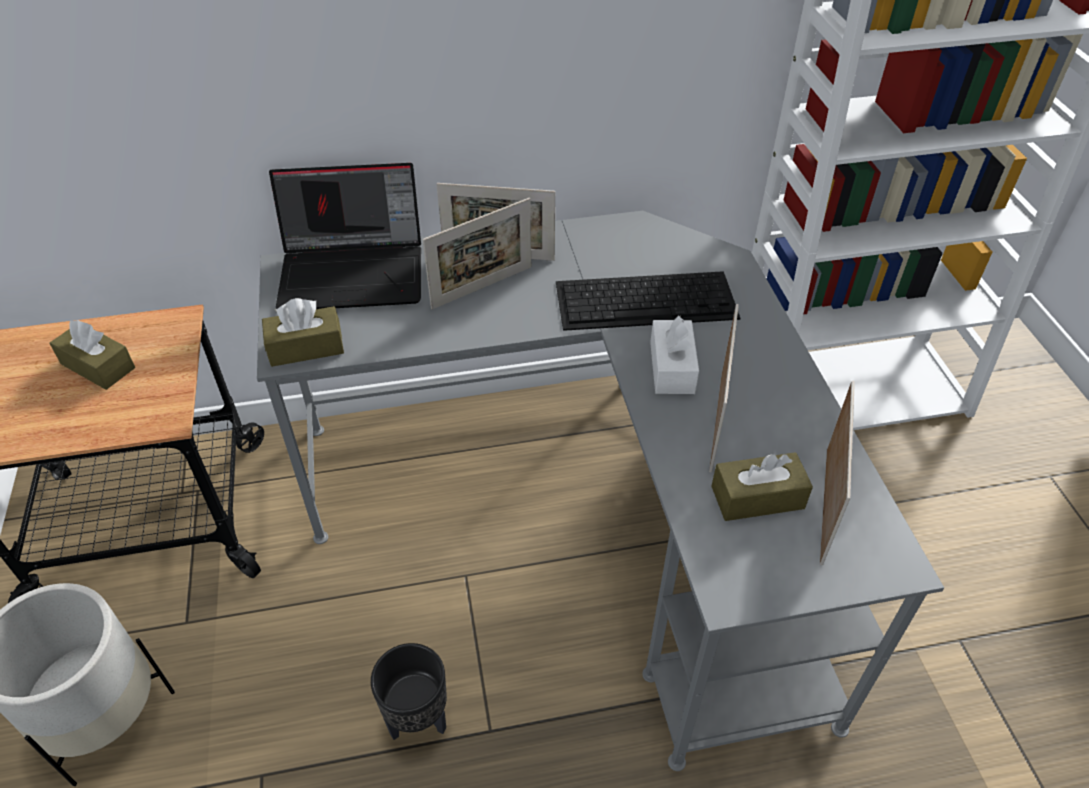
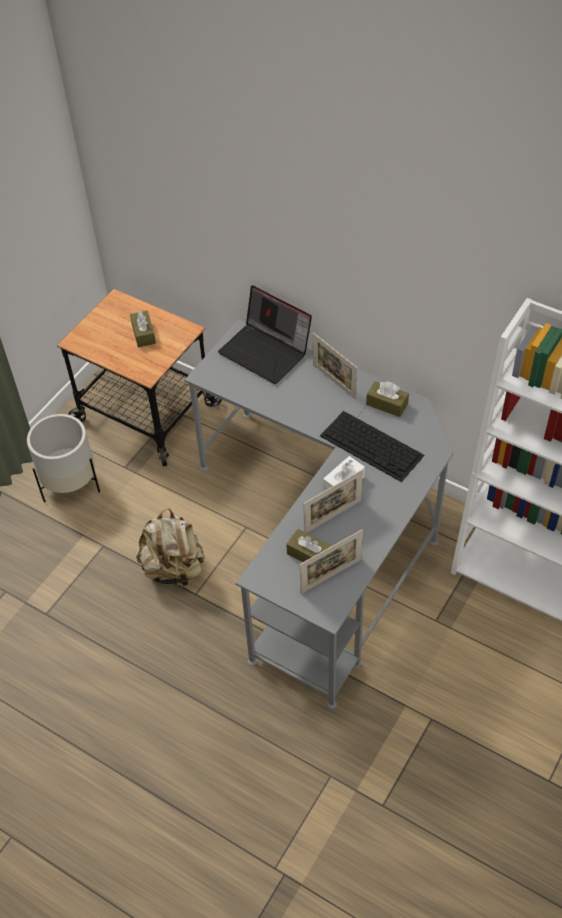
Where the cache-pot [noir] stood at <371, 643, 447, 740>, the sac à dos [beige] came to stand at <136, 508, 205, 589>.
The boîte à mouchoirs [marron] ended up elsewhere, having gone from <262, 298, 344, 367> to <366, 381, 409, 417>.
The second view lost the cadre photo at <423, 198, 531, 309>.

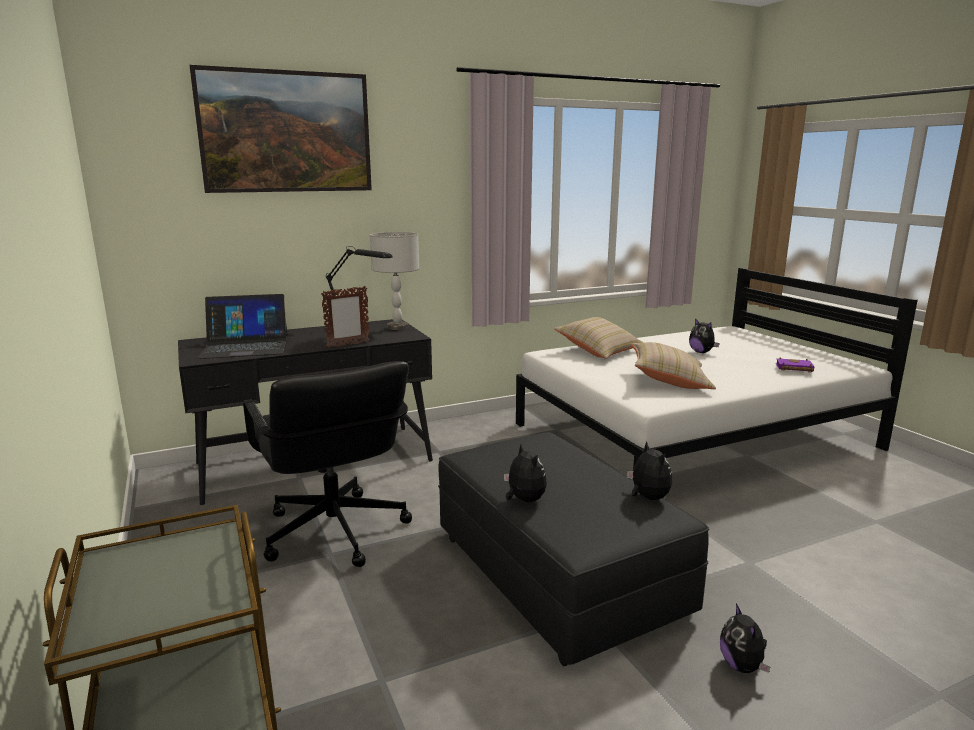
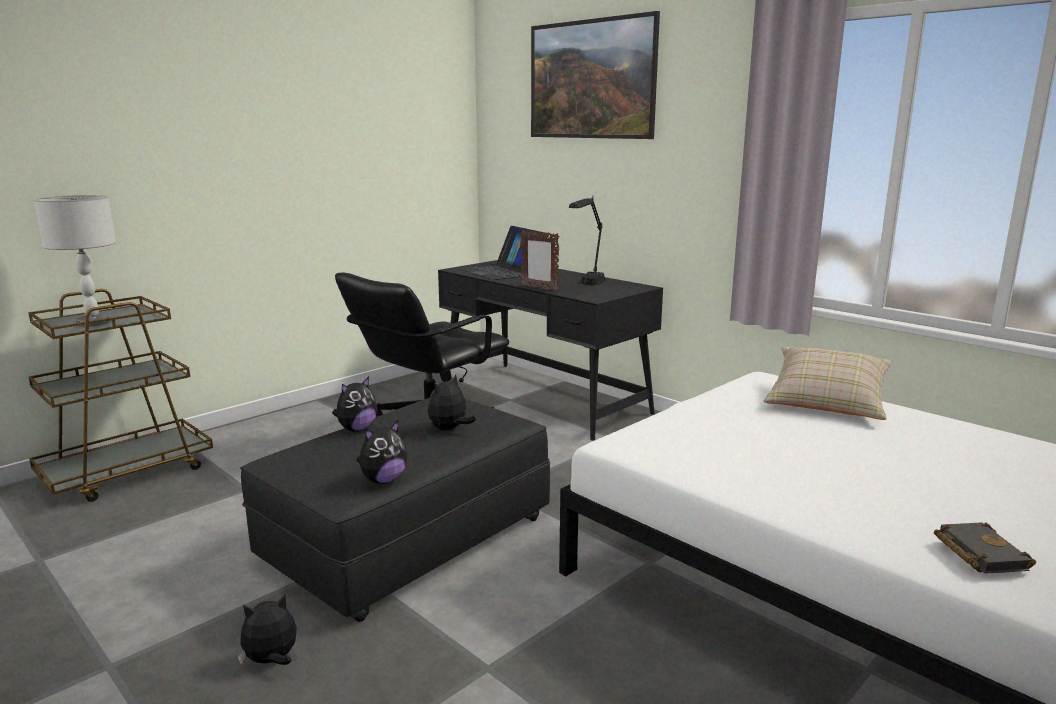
The lampe de table [gris] ended up elsewhere, having gone from <370, 232, 419, 330> to <34, 195, 116, 327>.
The peluche ended up elsewhere, having gone from <689, 318, 720, 353> to <428, 375, 476, 431>.
What was the livre [violet] at <776, 357, 814, 372> turned into the livre [noir] at <934, 522, 1036, 574>.
The second view lost the coussin [beige] at <632, 342, 716, 389>.

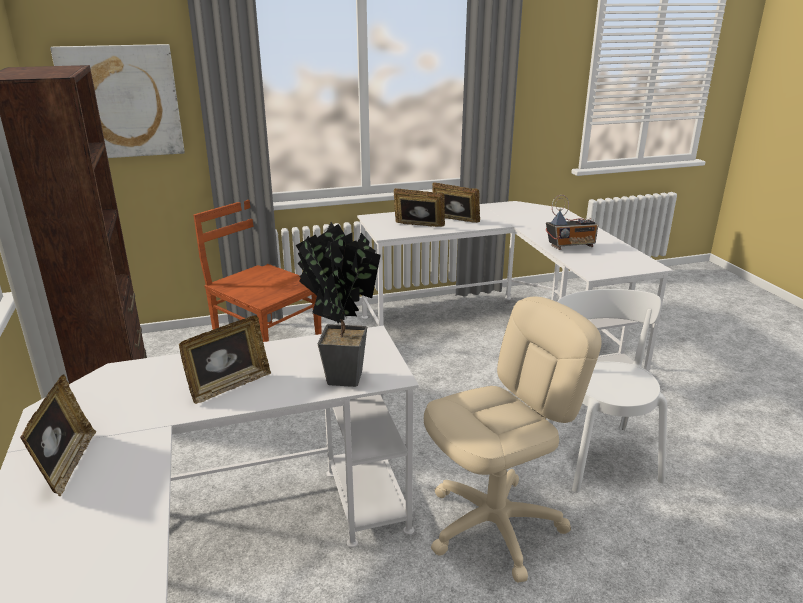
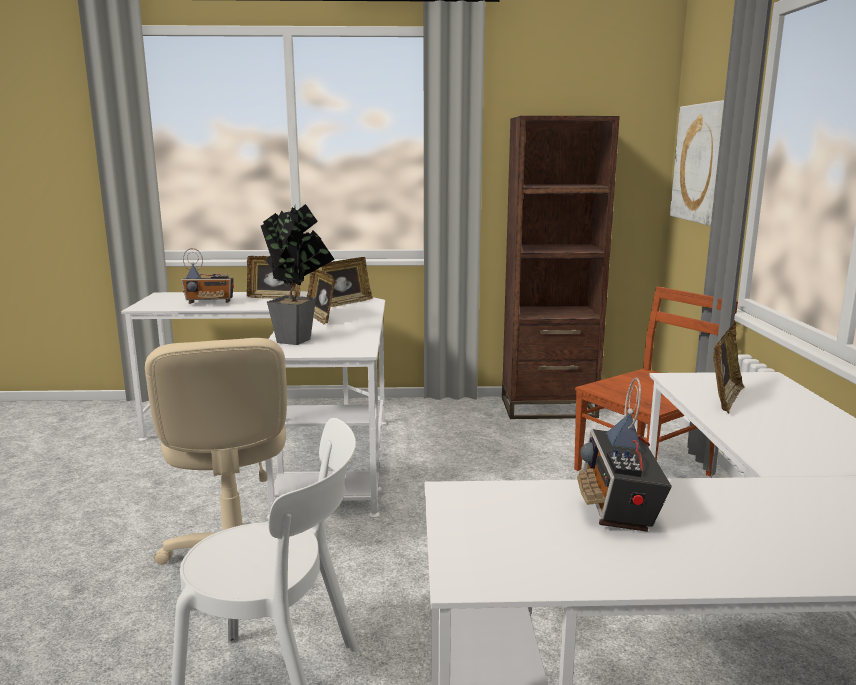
The second view gained the radio at <181, 248, 234, 304>.
The cadre photo ended up elsewhere, having gone from <432, 182, 480, 223> to <322, 257, 373, 307>.

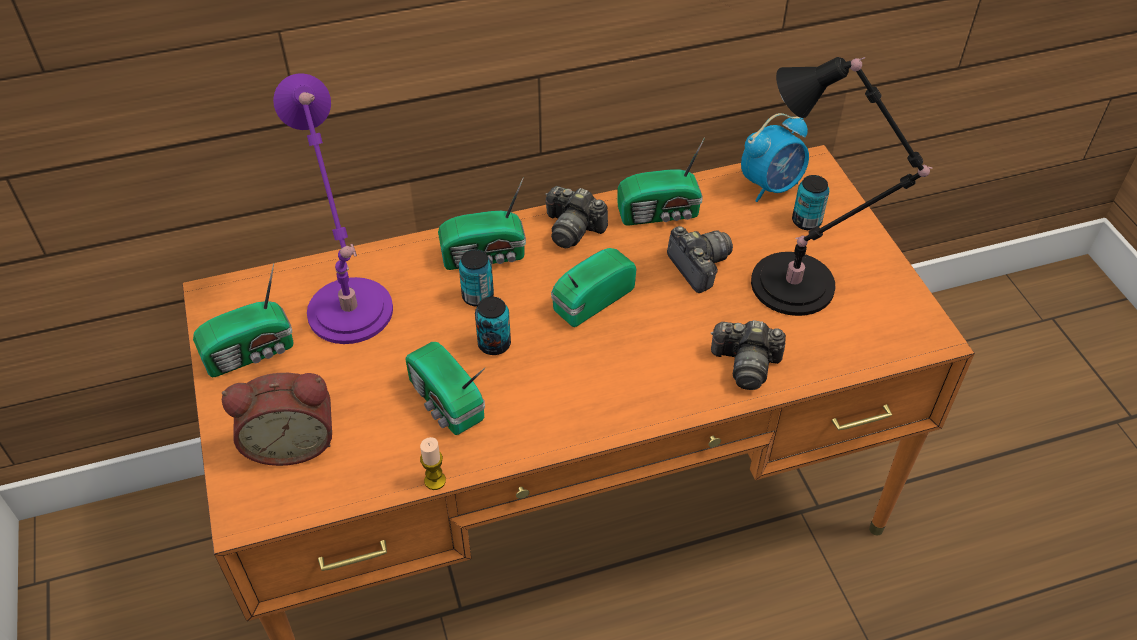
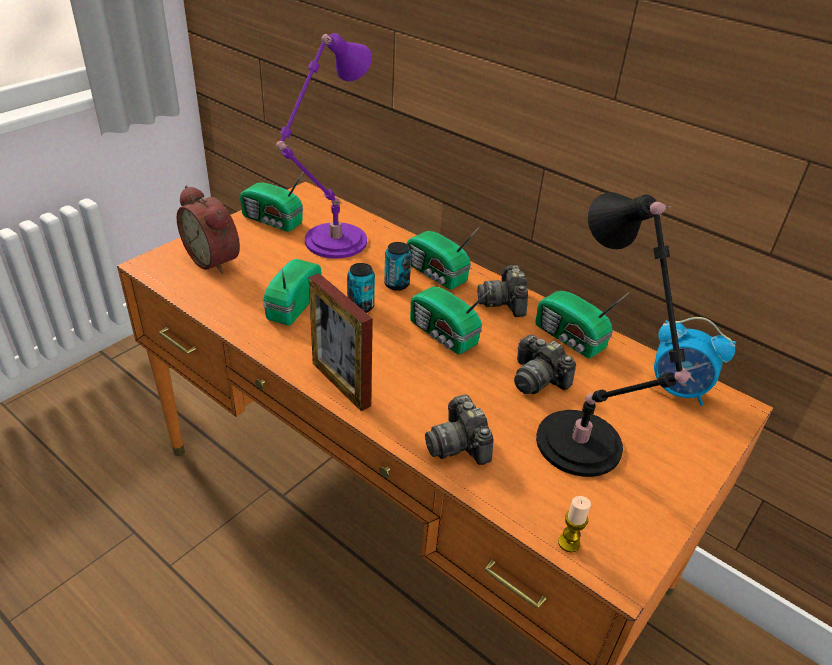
The second view gained the cadre photo at <309, 273, 373, 411>.
The radio at <551, 248, 636, 327> ended up facing another way, 150 degrees counterclockwise from before.
The appareil photo at <667, 226, 733, 293> ended up facing another way, 105 degrees clockwise from before.
The bougie ended up elsewhere, having gone from <420, 437, 446, 490> to <558, 496, 591, 552>.
The second view lost the boîte métallique at <792, 175, 829, 230>.

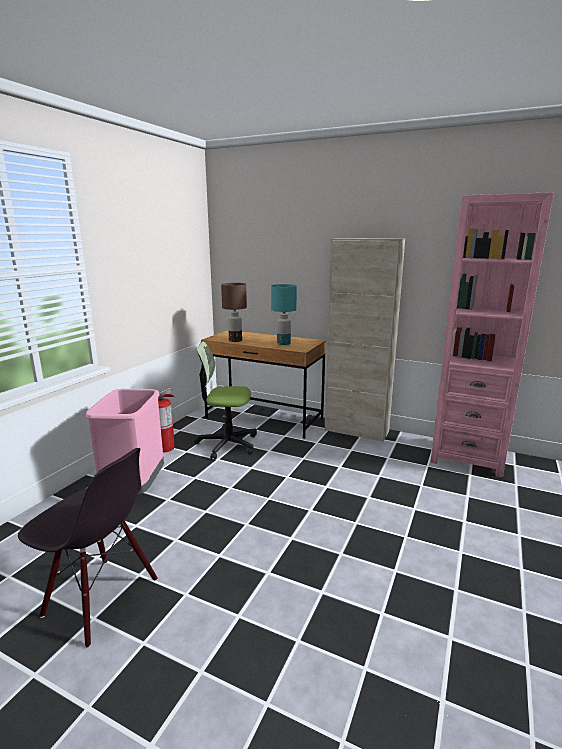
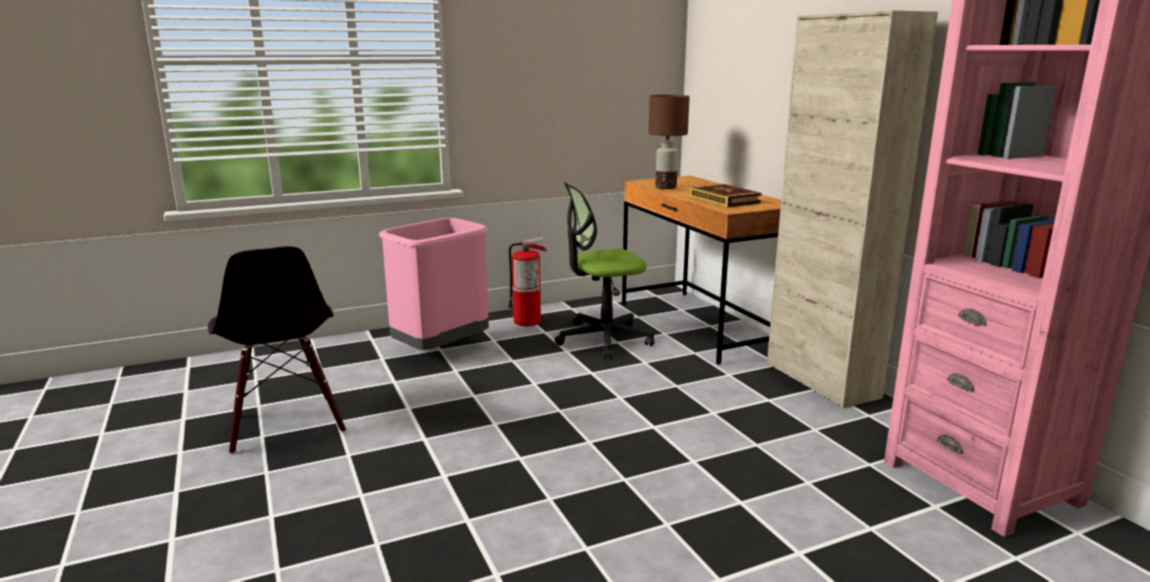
The chaise de bureau at <194, 341, 257, 459> ended up facing another way, 60 degrees counterclockwise from before.
Where the lampe de table [turquoise] stood at <271, 284, 297, 345>, the livre came to stand at <690, 184, 762, 207>.

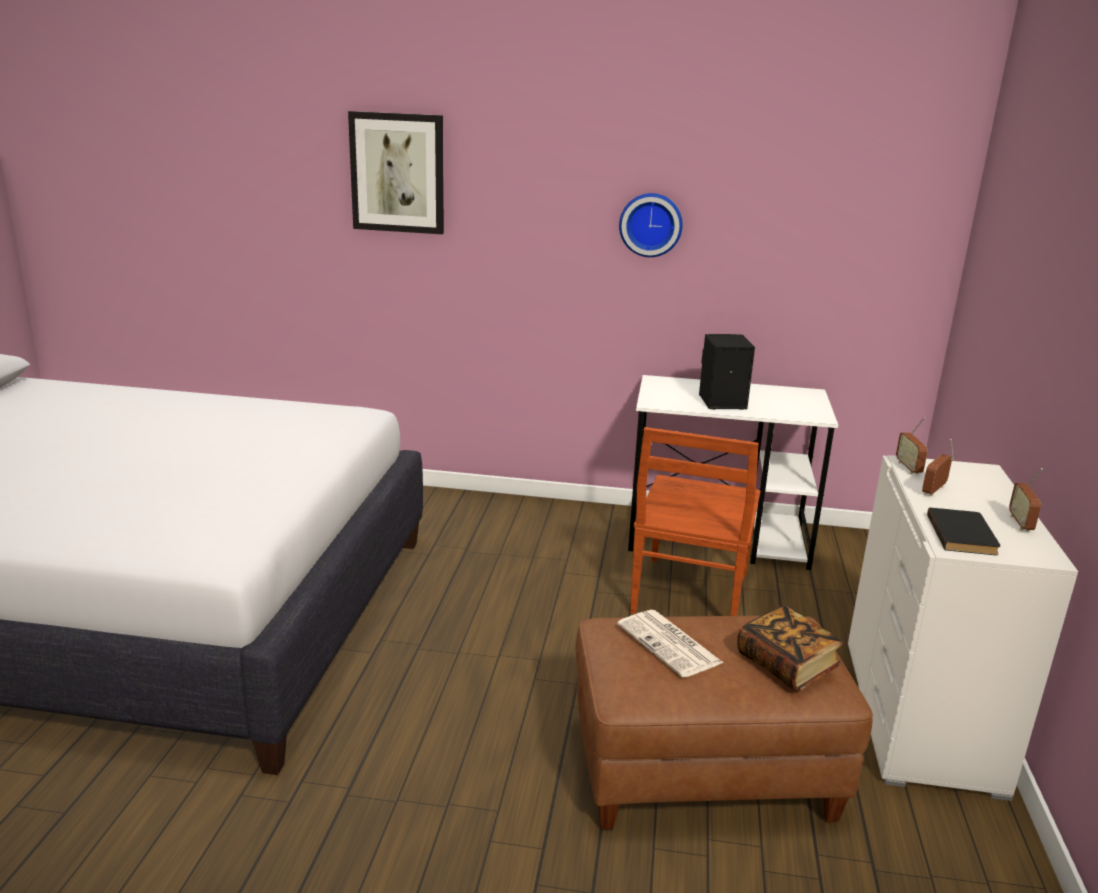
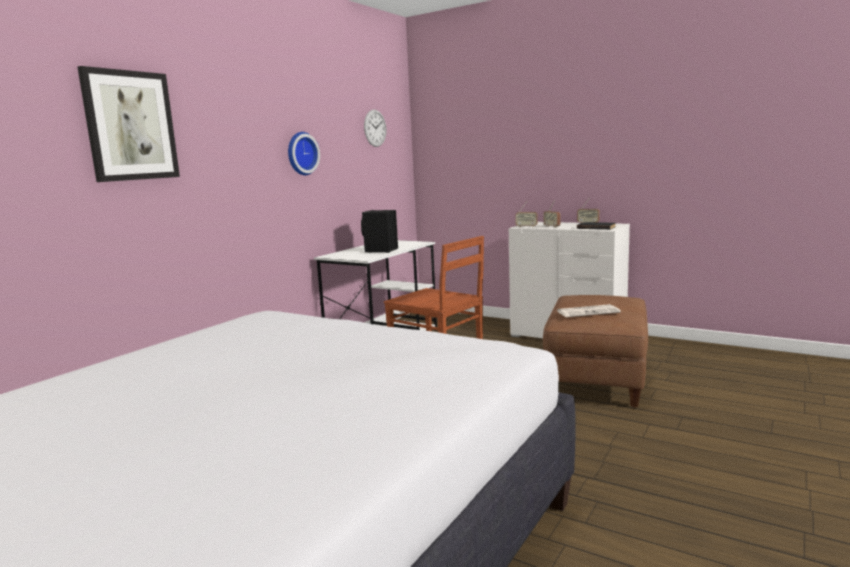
The second view gained the horloge murale at <364, 109, 386, 147>.
The second view lost the livre at <737, 605, 843, 691>.

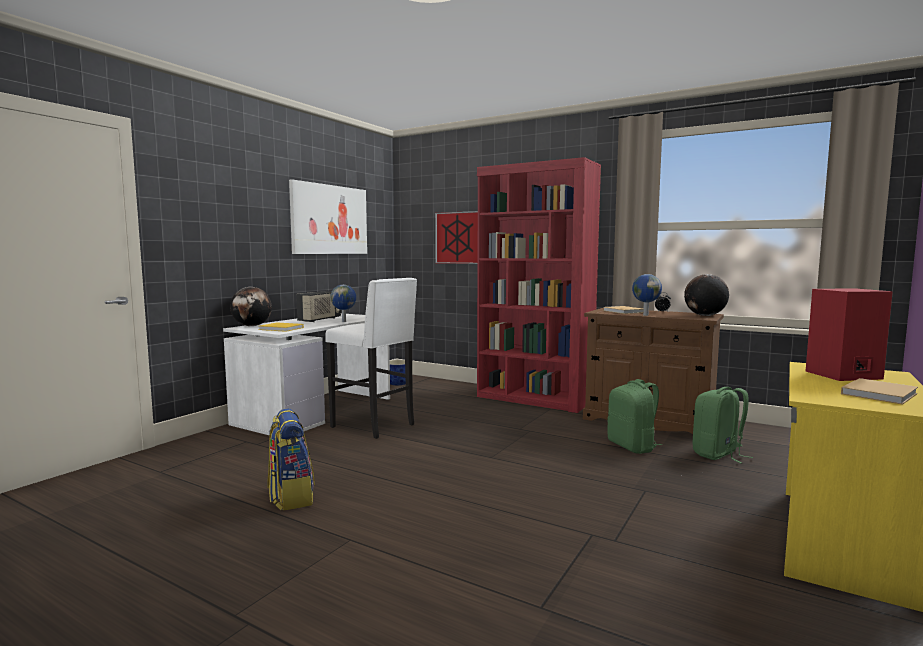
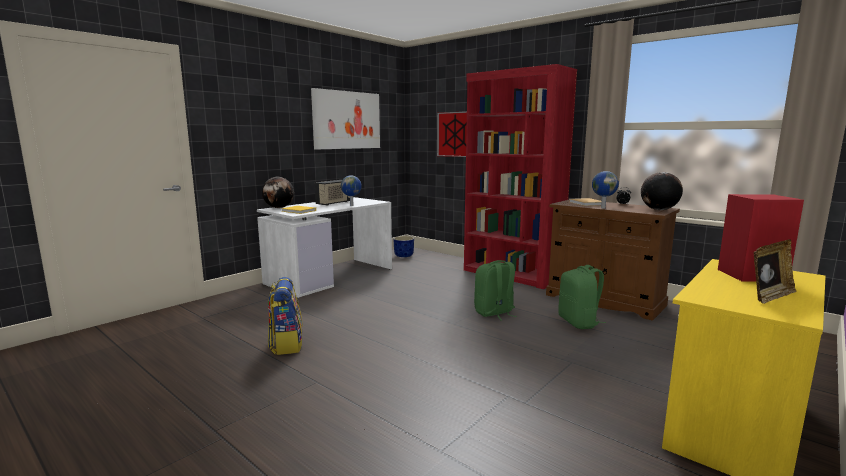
The sac à dos [vert] ended up elsewhere, having gone from <693, 387, 753, 463> to <474, 260, 517, 320>.
Where the livre [beige] stood at <841, 378, 918, 405>, the cadre photo came to stand at <754, 239, 797, 304>.
The second view lost the tabouret [blanc] at <325, 278, 417, 439>.

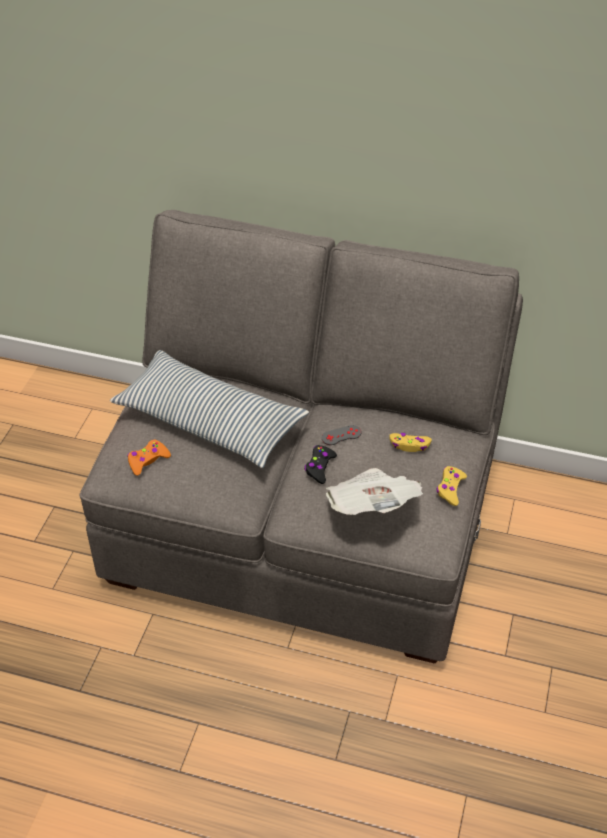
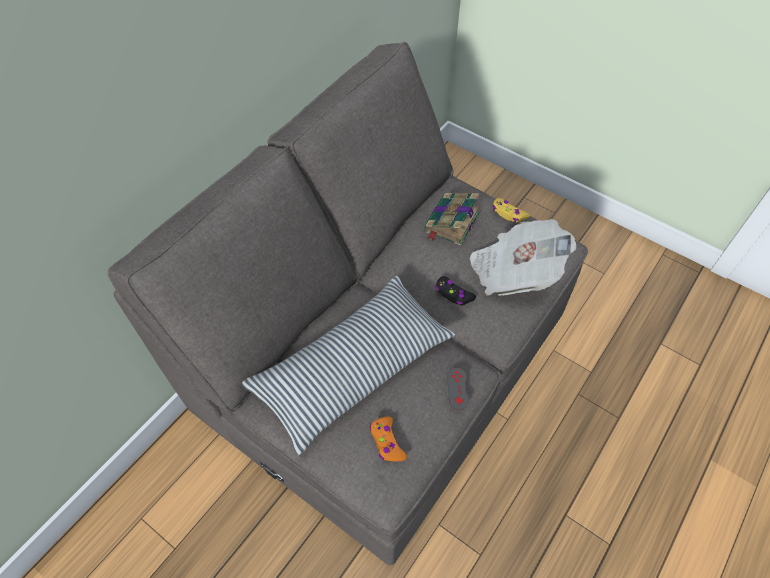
Where the manette [jaune] stood at <389, 433, 432, 452>, the livre came to stand at <424, 193, 480, 246>.
The manette [gris] ended up elsewhere, having gone from <322, 425, 361, 445> to <447, 368, 469, 410>.

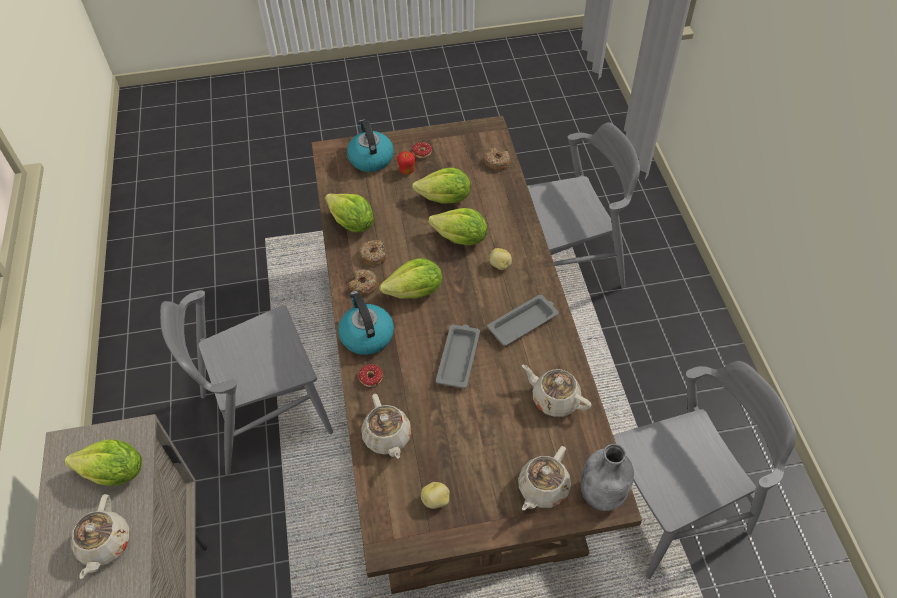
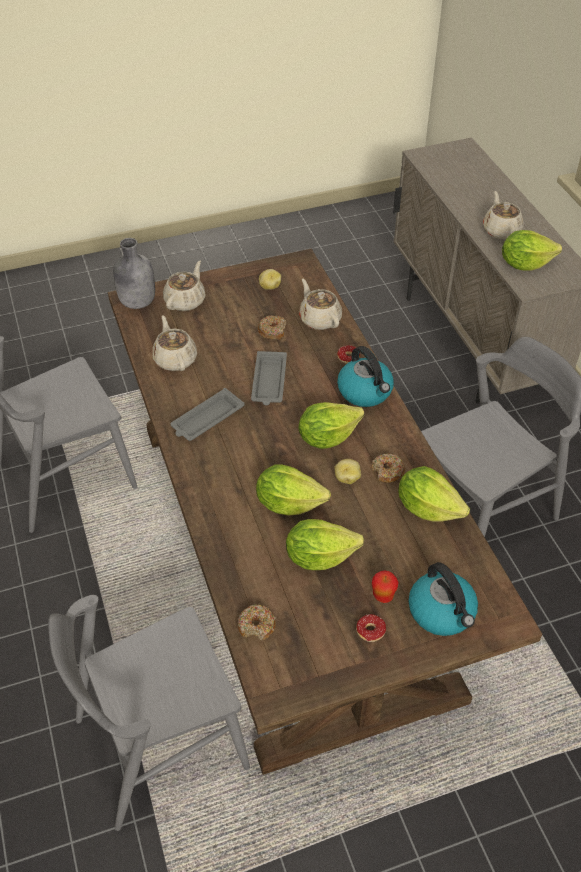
The théière [beige] at <522, 365, 592, 417> ended up facing another way, 135 degrees counterclockwise from before.
The beignet ended up elsewhere, having gone from <349, 269, 379, 295> to <258, 316, 286, 340>.
The pomme de terre ended up elsewhere, having gone from <489, 248, 512, 270> to <334, 459, 361, 484>.

